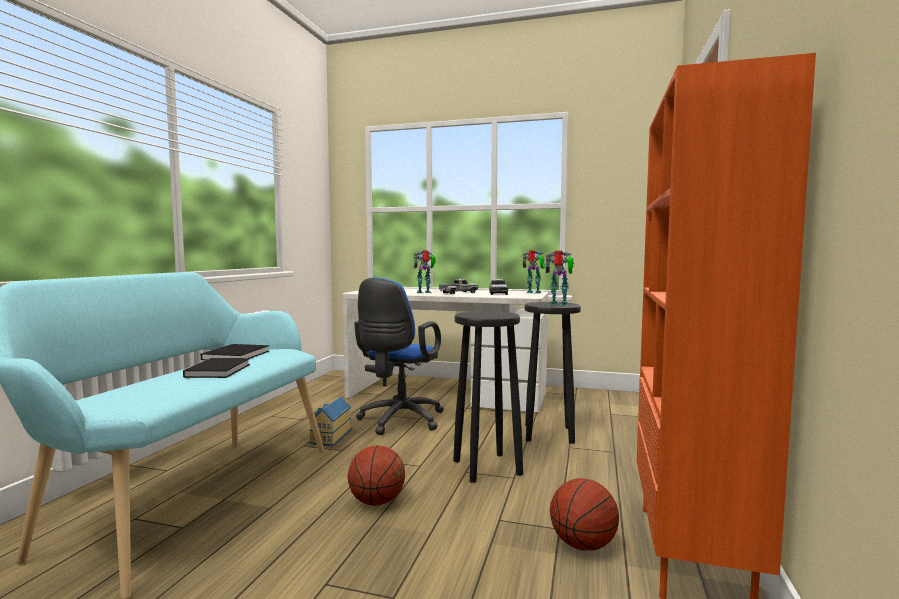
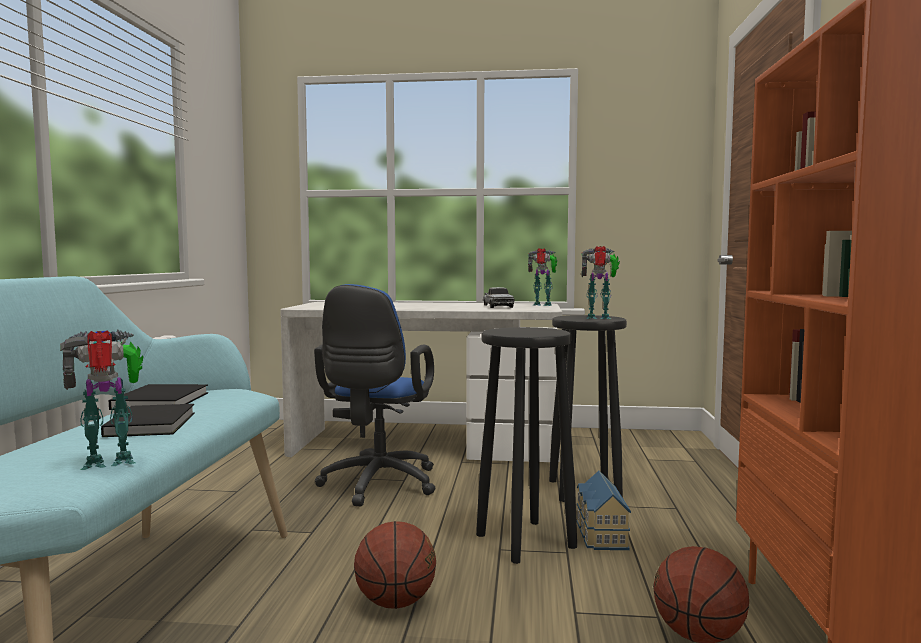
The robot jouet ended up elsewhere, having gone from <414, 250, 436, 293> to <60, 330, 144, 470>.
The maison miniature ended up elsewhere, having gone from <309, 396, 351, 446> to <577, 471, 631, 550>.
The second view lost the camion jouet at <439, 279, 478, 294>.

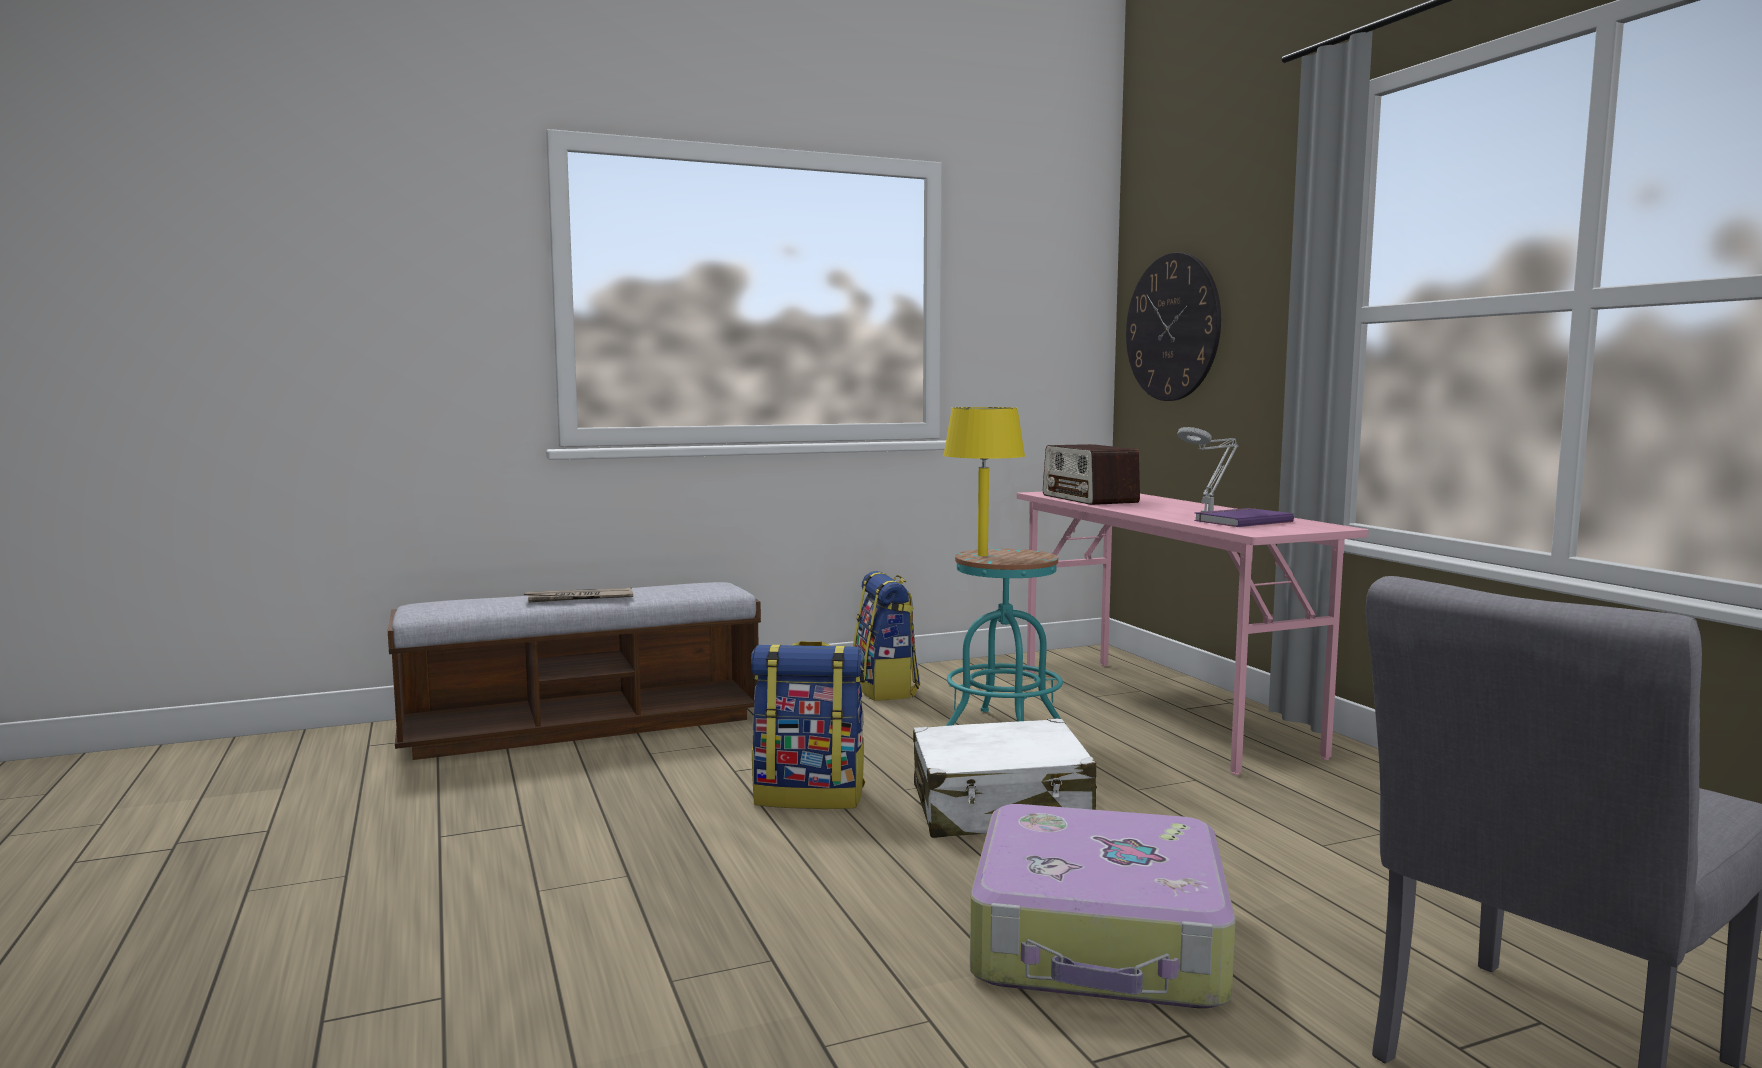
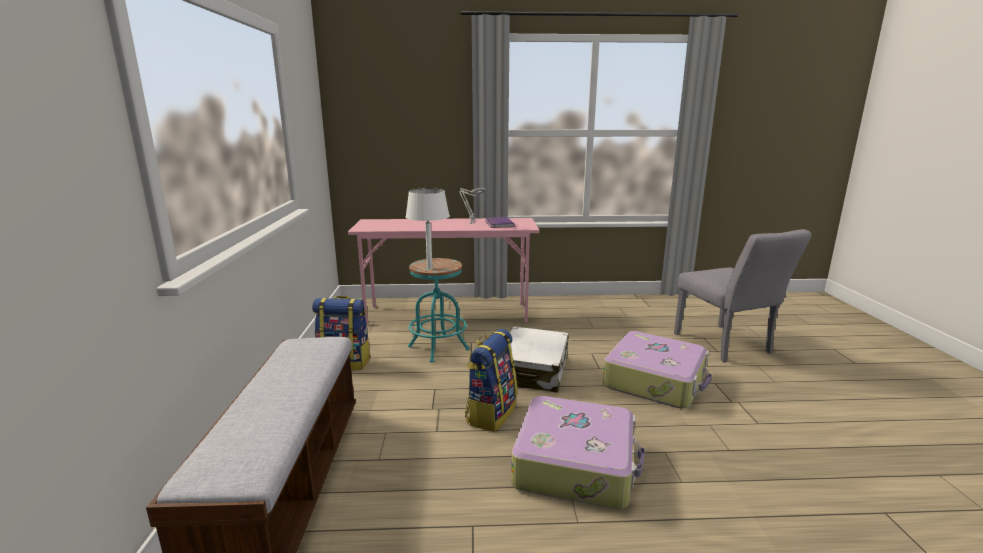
What was the lampe de table [jaune] at <943, 407, 1025, 556> turned into the lampe de table [blanc] at <406, 188, 450, 269>.
The second view gained the valise at <511, 396, 645, 509>.
The second view lost the journal at <524, 588, 633, 602>.
The second view lost the radio at <1043, 444, 1140, 505>.
The second view lost the horloge murale at <1126, 252, 1221, 401>.

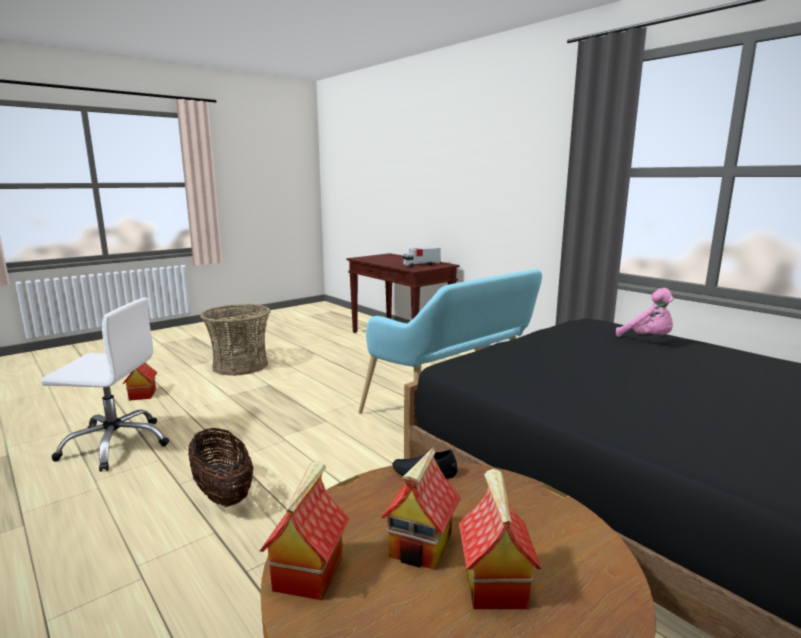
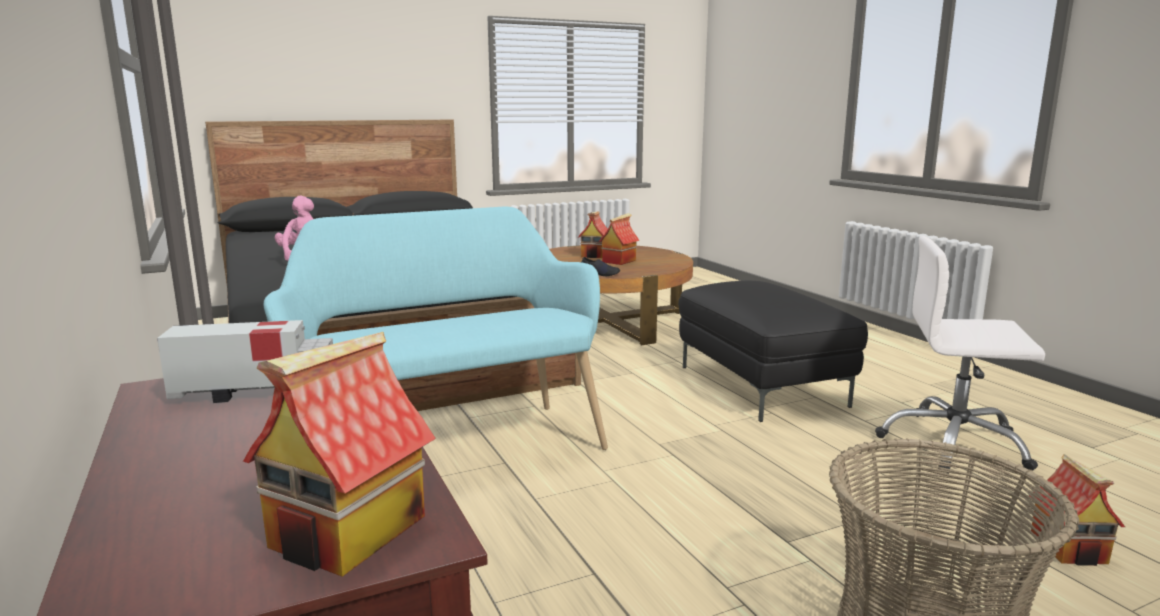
The maison miniature ended up elsewhere, having gone from <260, 461, 349, 600> to <243, 332, 436, 577>.
Where the panier stood at <188, 428, 254, 507>, the pouf [noir] came to stand at <678, 281, 868, 422>.

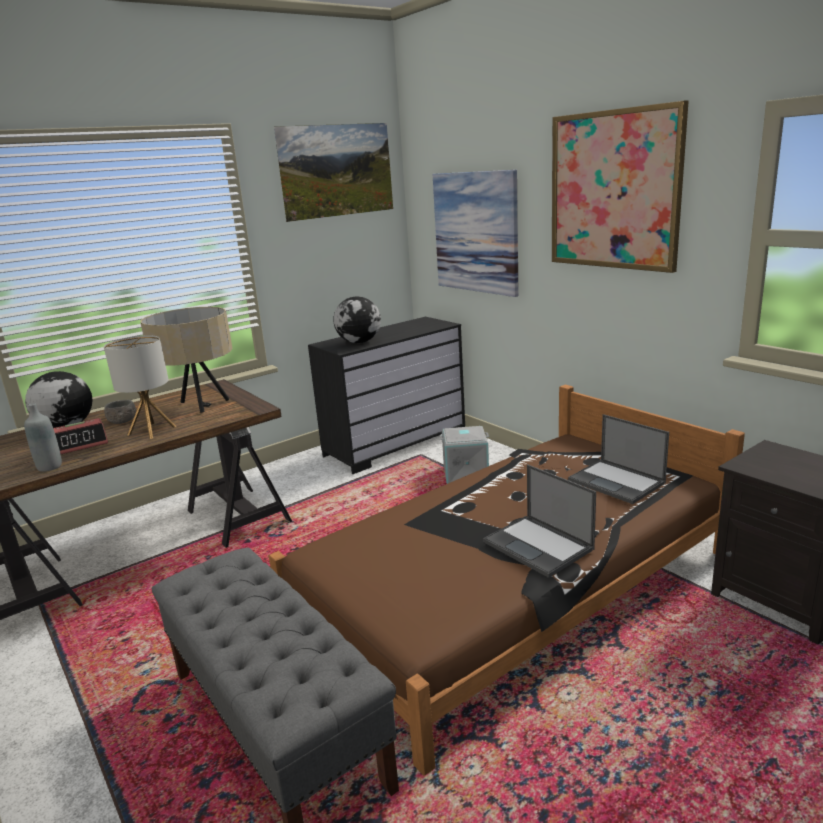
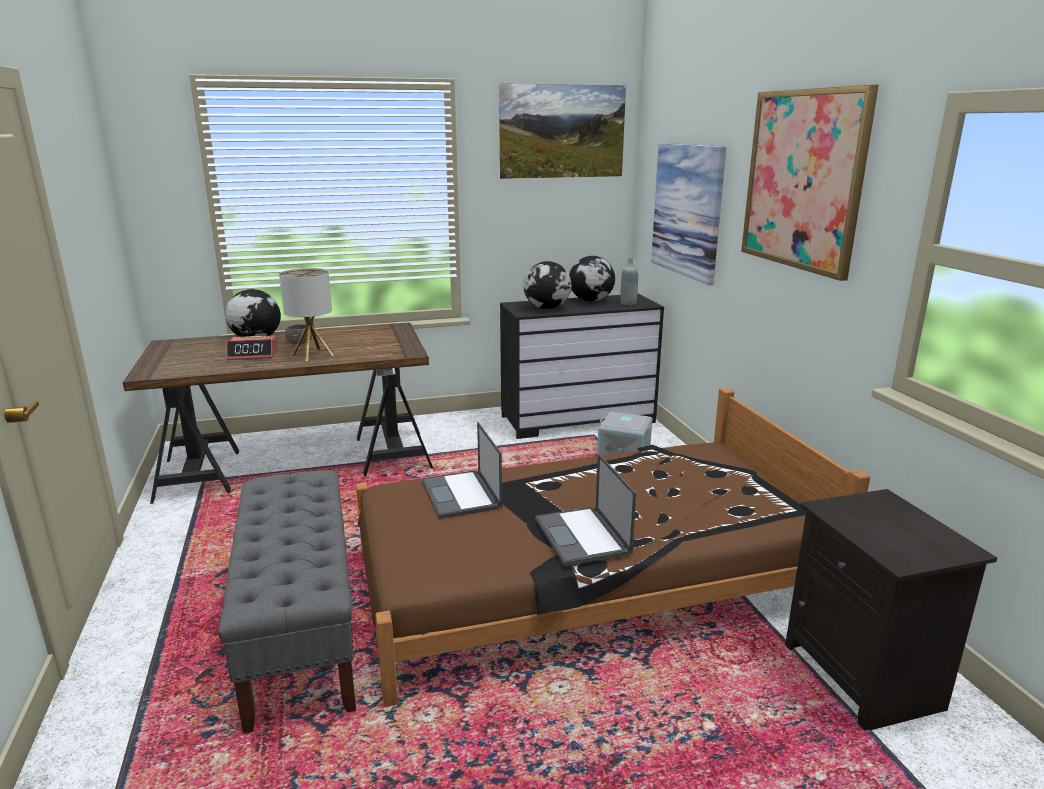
The ordinateur portable ended up elsewhere, having gone from <568, 414, 669, 504> to <422, 422, 502, 519>.
The second view gained the globe at <569, 256, 615, 302>.
The bouteille [gris] ended up elsewhere, having gone from <24, 403, 62, 472> to <620, 258, 638, 305>.
The second view lost the lampe de table [beige] at <140, 307, 233, 413>.

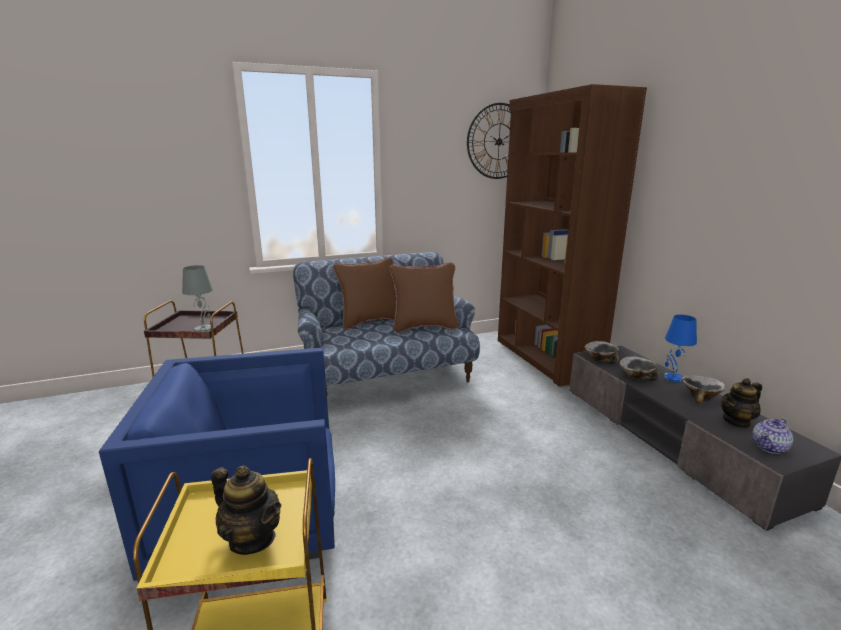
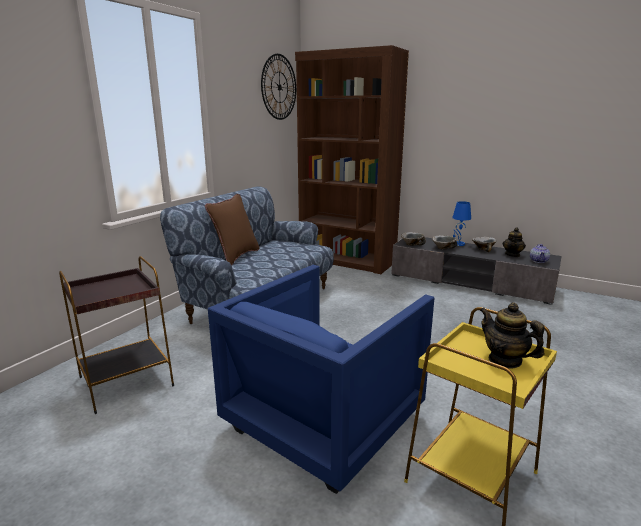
The théière at <211, 466, 281, 555> ended up facing another way, 120 degrees counterclockwise from before.
The second view lost the lampe de table [gris] at <182, 265, 213, 332>.
The second view lost the coussin [marron] at <390, 262, 459, 333>.

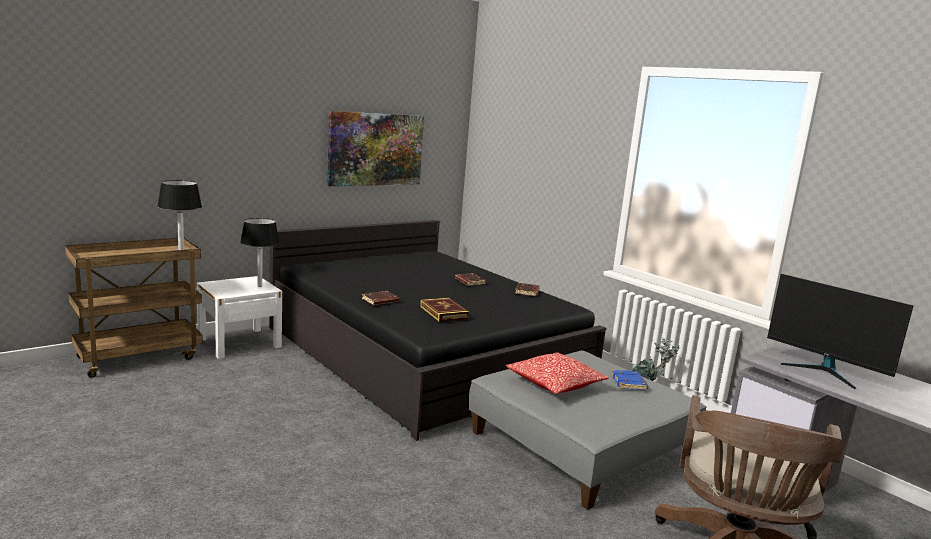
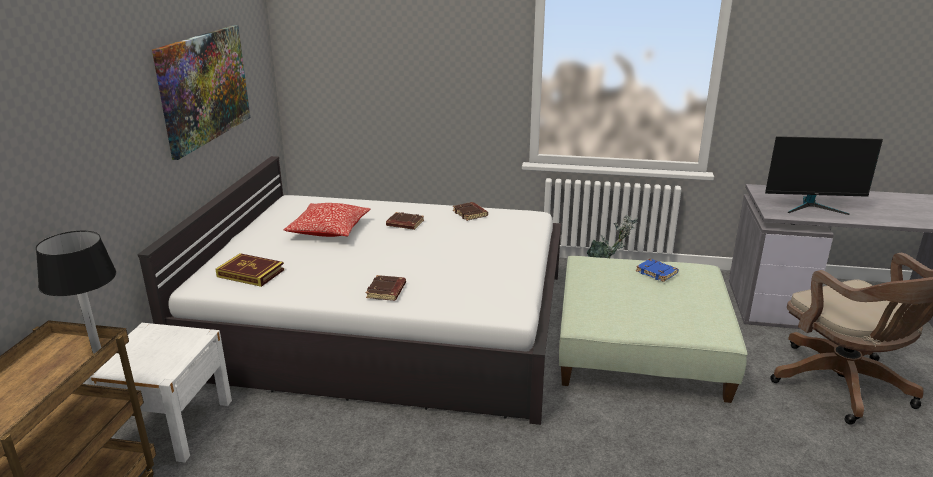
What was the lit [noir] at <269, 220, 606, 441> turned into the lit [blanc] at <138, 156, 561, 425>.
The livre ended up elsewhere, having gone from <420, 298, 469, 322> to <215, 253, 284, 287>.
The coussin ended up elsewhere, having gone from <506, 352, 609, 394> to <284, 203, 371, 237>.
What was the pouf [gris] at <469, 350, 707, 510> turned into the pouf [vert] at <559, 256, 747, 403>.
The second view lost the lampe de table [noir] at <240, 218, 279, 287>.

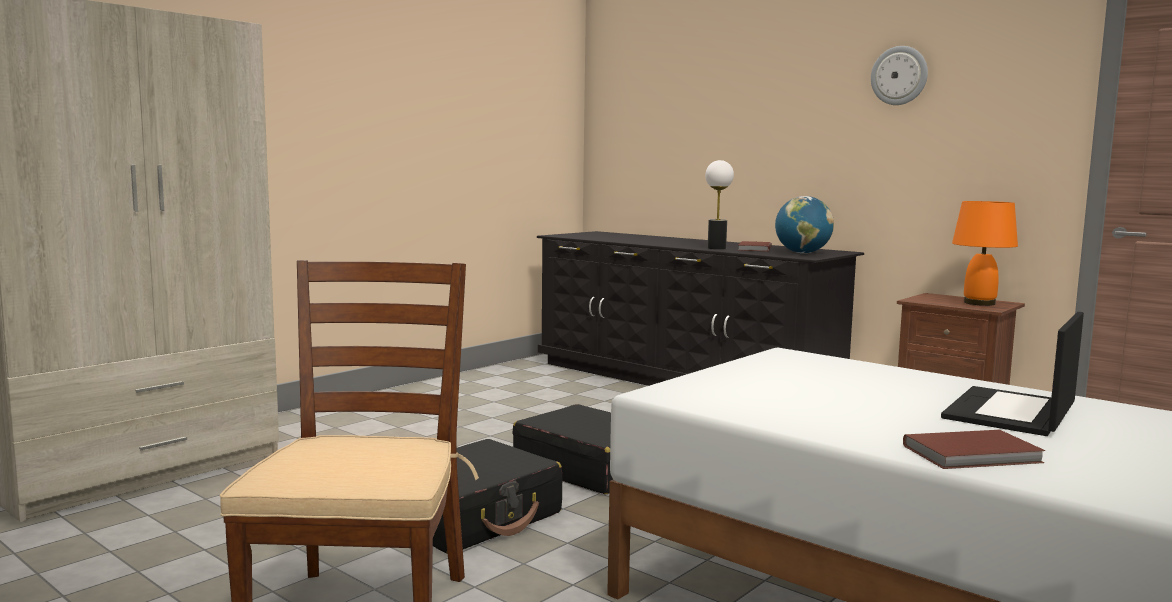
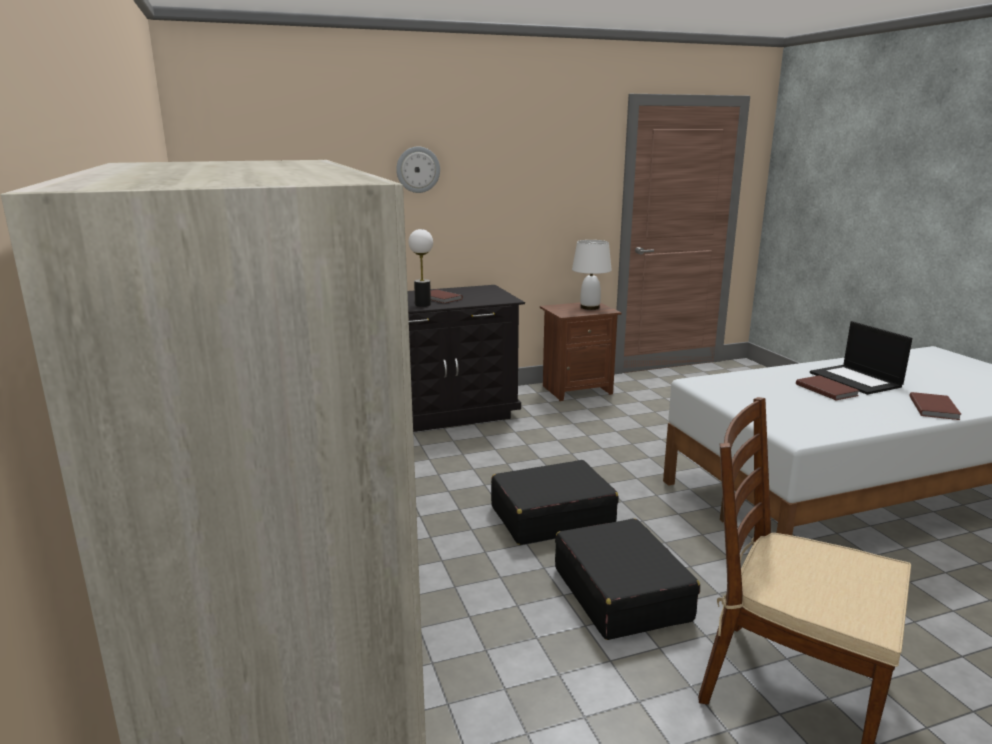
The horloge murale ended up elsewhere, having gone from <871, 46, 928, 105> to <396, 147, 440, 193>.
What was the lampe de table [orange] at <952, 201, 1018, 306> turned into the lampe de table [blanc] at <572, 240, 612, 310>.
The second view gained the livre [marron] at <796, 375, 860, 400>.
The second view lost the globe at <775, 196, 834, 253>.

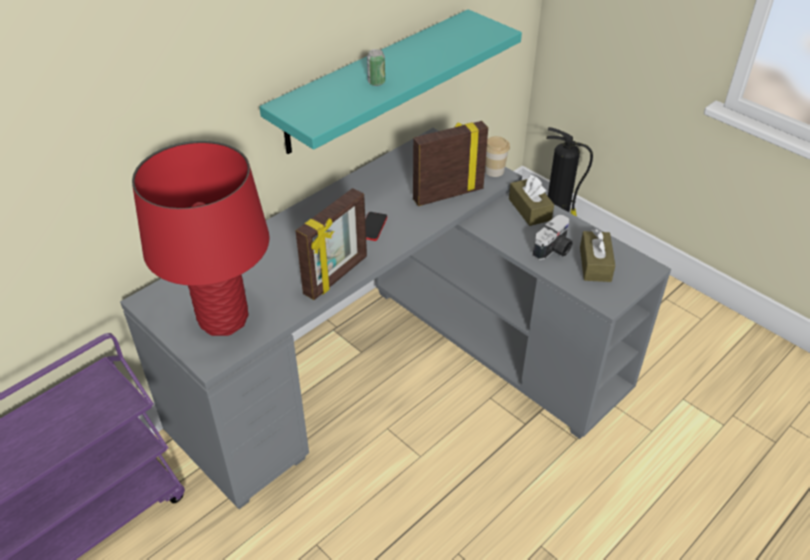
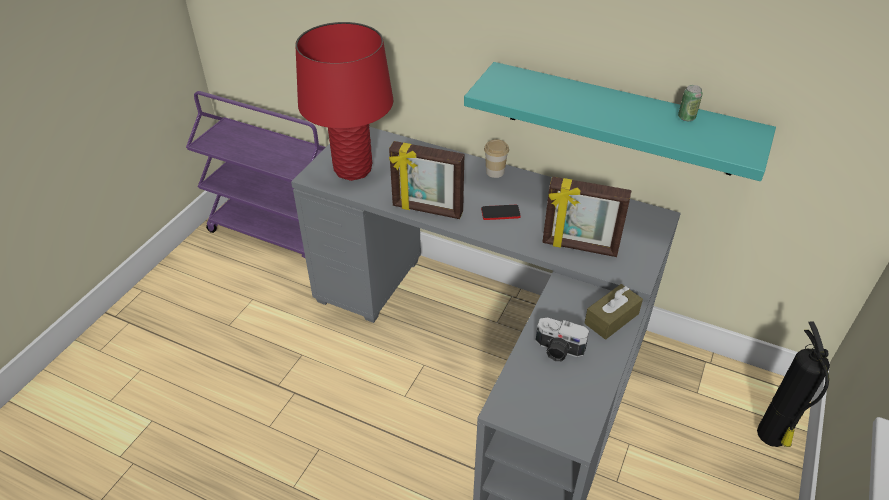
The tasse ended up elsewhere, having gone from <485, 136, 510, 177> to <484, 139, 509, 178>.
The cadre photo at <413, 121, 488, 206> ended up facing another way, 150 degrees clockwise from before.
The boîte métallique ended up elsewhere, having gone from <367, 49, 385, 86> to <678, 85, 703, 121>.
The second view lost the boîte à mouchoirs [marron] at <580, 229, 615, 282>.

